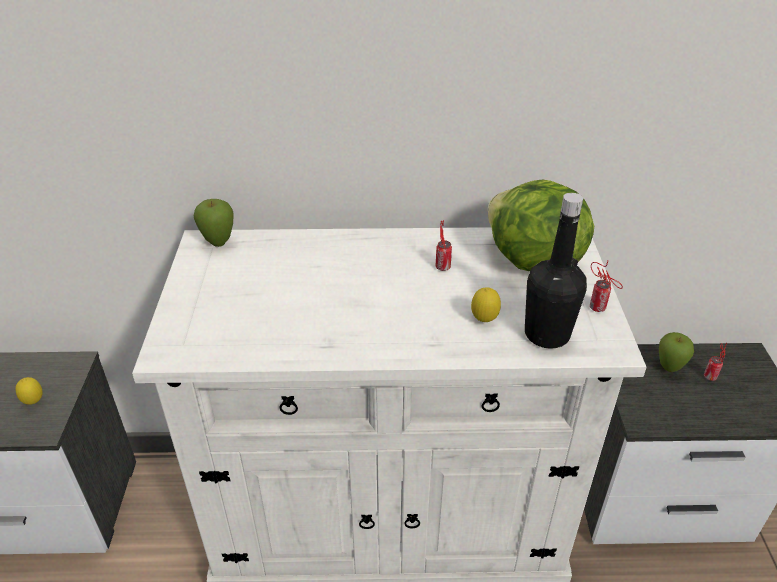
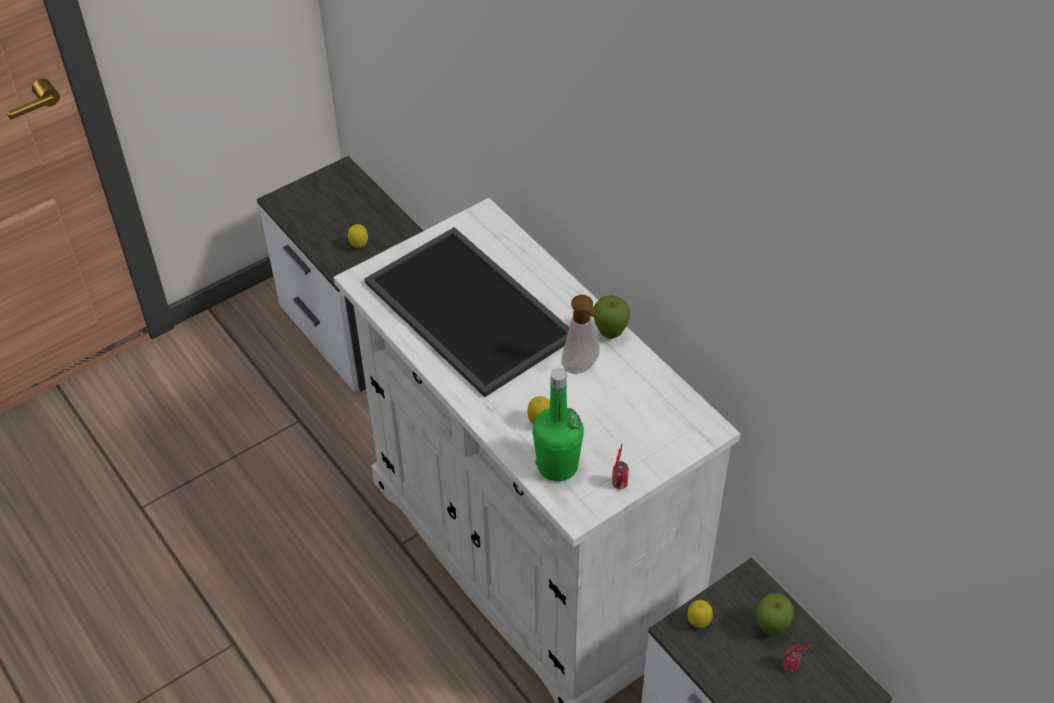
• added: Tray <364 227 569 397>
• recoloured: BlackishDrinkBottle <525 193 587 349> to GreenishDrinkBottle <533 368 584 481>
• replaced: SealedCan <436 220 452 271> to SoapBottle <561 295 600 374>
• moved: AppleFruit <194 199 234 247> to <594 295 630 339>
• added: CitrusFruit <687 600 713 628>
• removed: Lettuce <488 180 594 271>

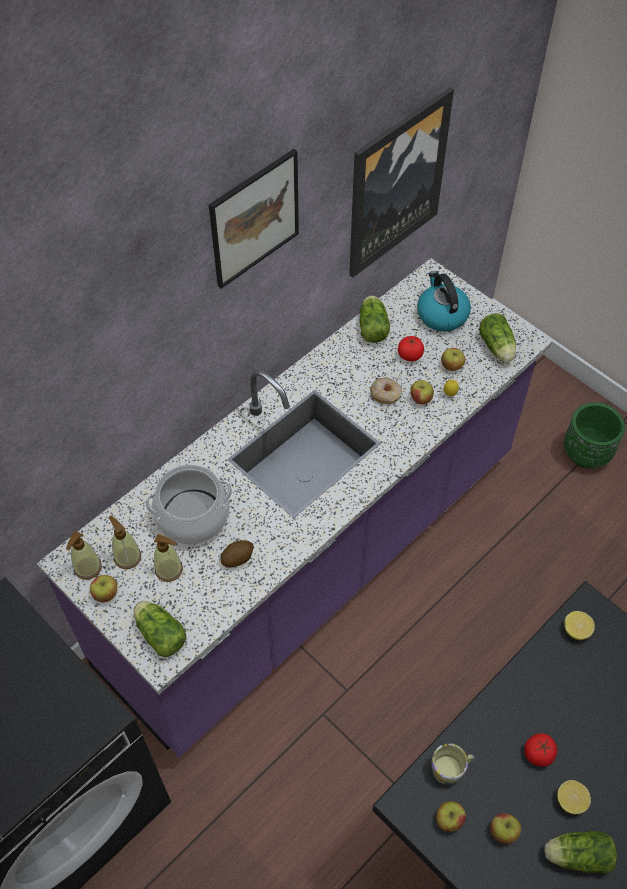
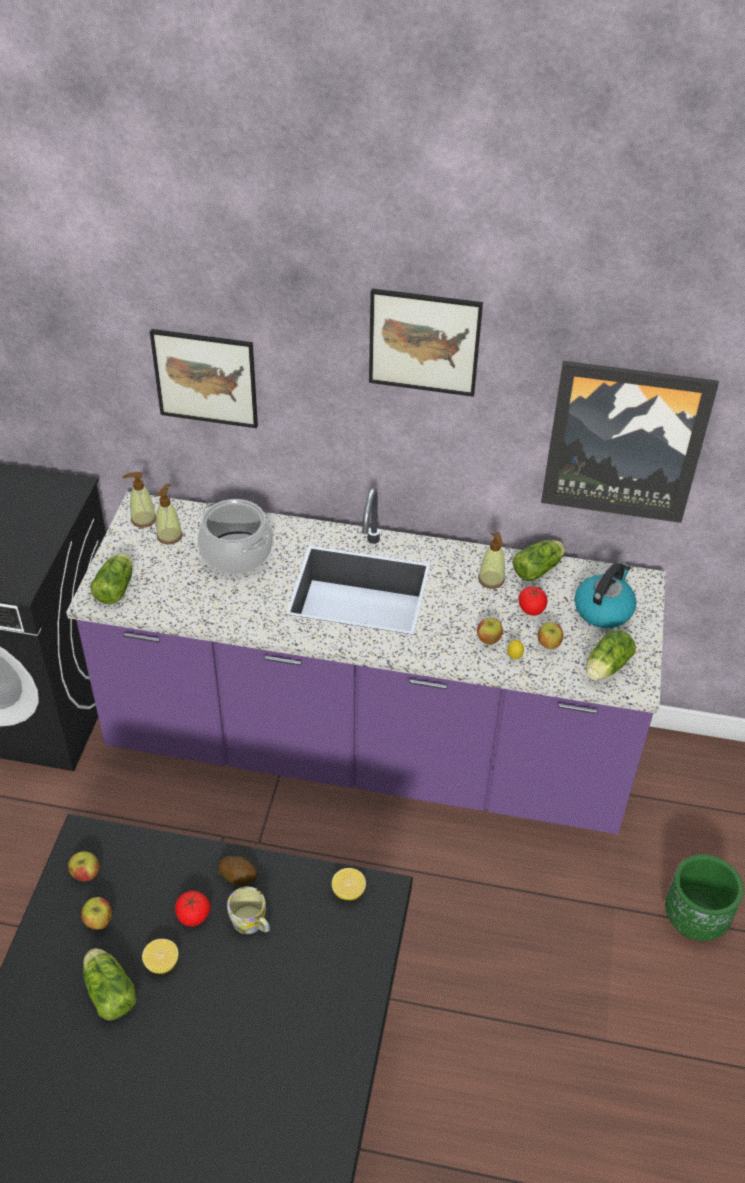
• added: Picture <150 329 258 428>
• moved: WholePotato <220 540 253 568> to <218 856 258 886>
• moved: CoffeeMug <432 743 475 785> to <227 887 270 934>
• moved: SoapBottle <154 534 183 582> to <478 532 505 589>
• removed: AppleFruit <90 575 117 602>
• removed: Donut <370 378 402 404>

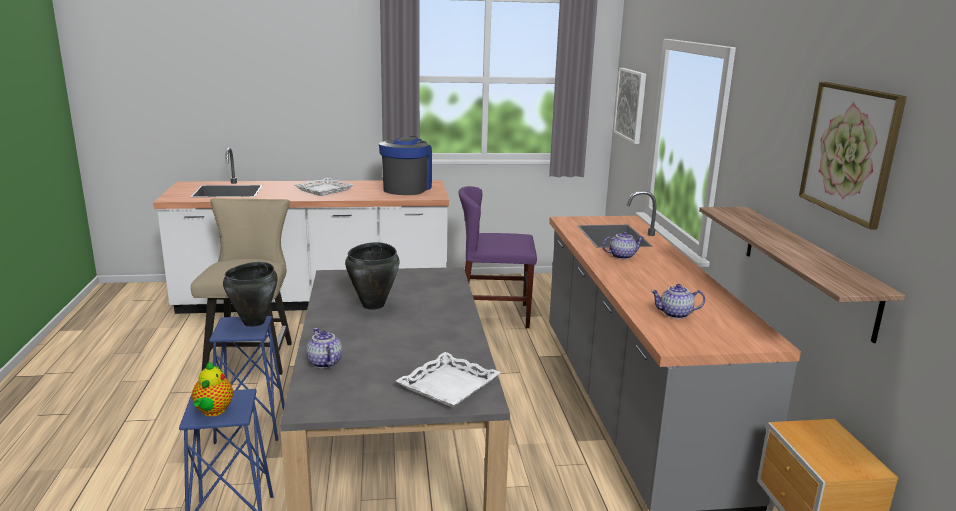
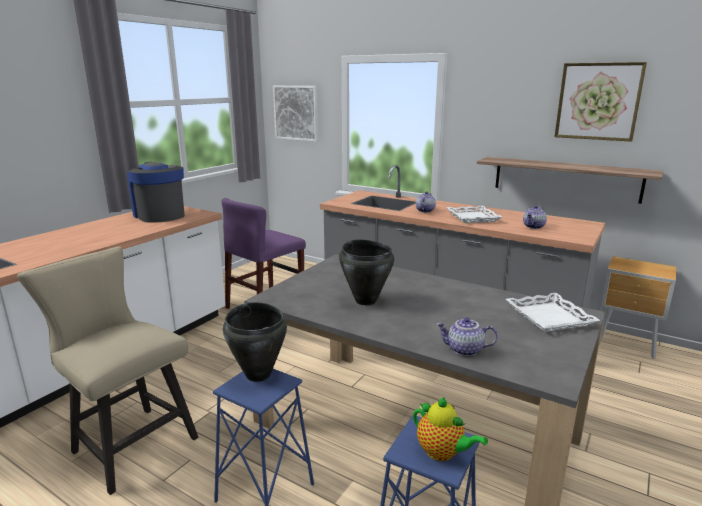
• moved: WhiteColouredTray <295 178 353 196> to <447 206 502 223>

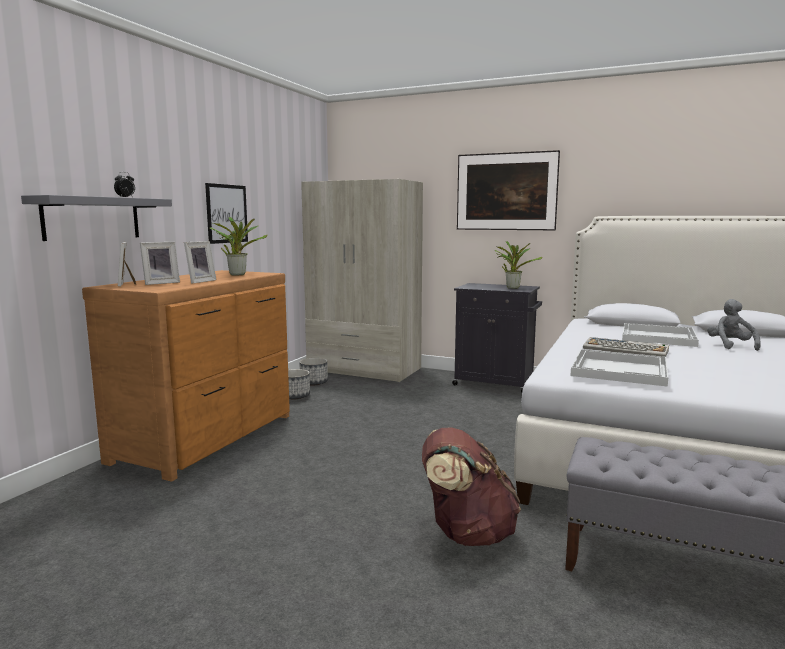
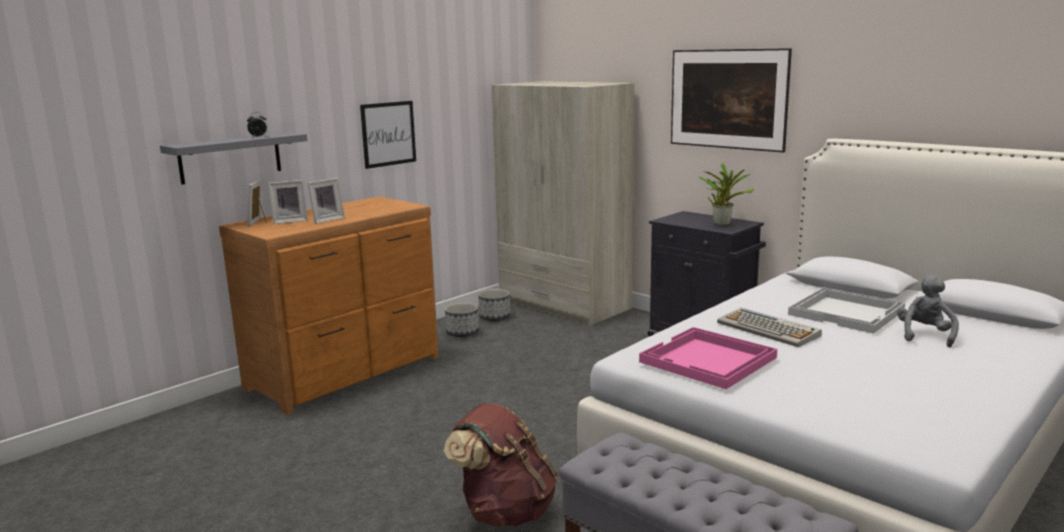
• recoloured: WhiteColouredTray <571 349 668 387> to PinkishTray <639 327 777 389>
• removed: PottedPlant <210 217 268 276>

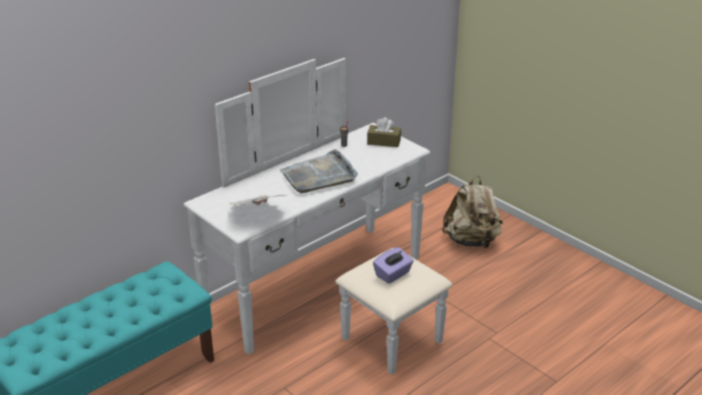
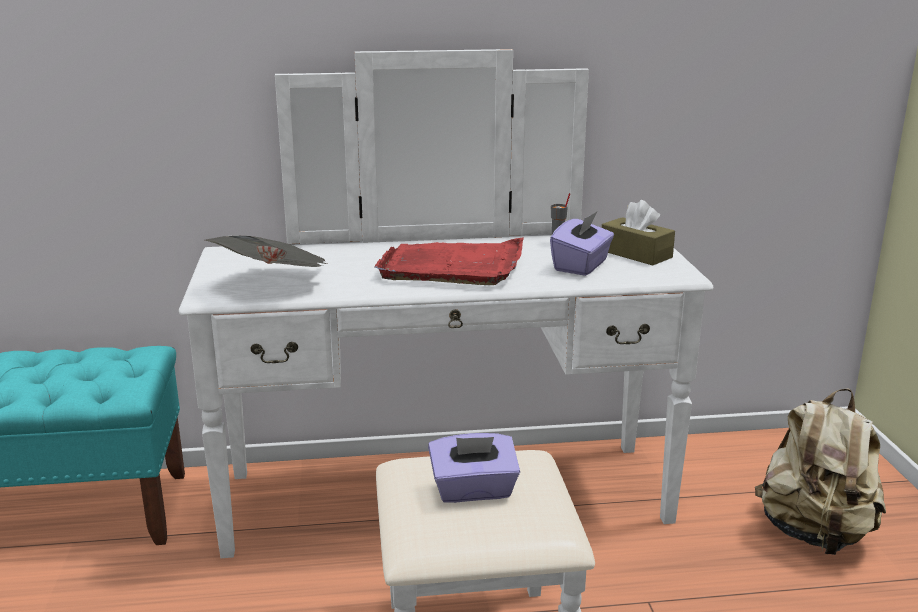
• recoloured: GreyTray <280 149 358 193> to RedTray <374 237 524 285>
• added: PurpleColouredBoxOfTissues <550 211 614 276>

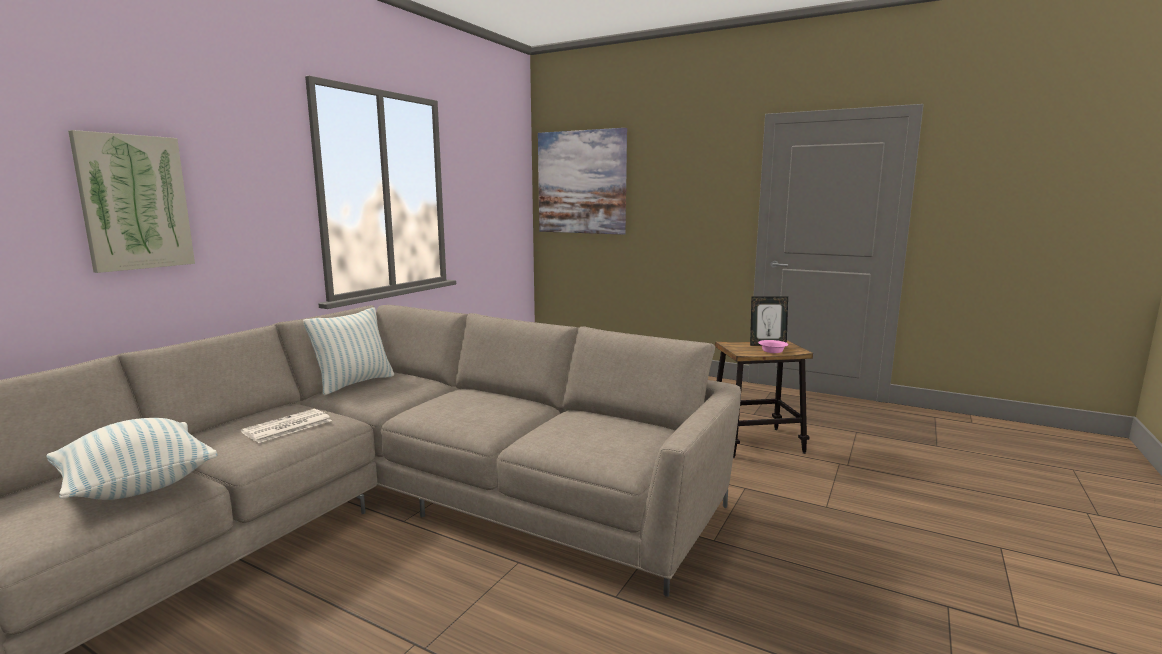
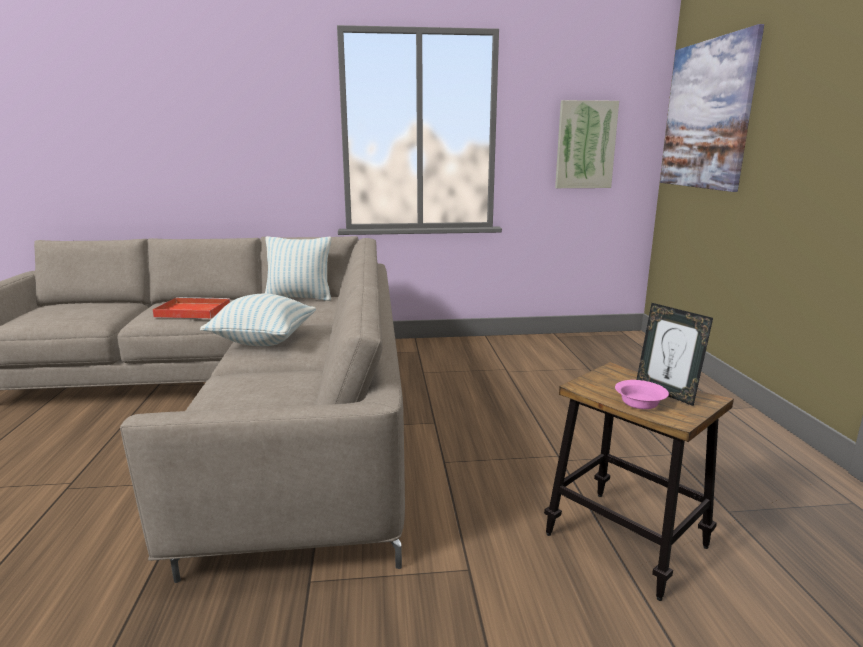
• replaced: Newspaper <241 409 332 443> to RedTray <152 297 230 319>
• moved: Cushion <46 418 218 500> to <200 294 316 346>
• moved: Picture <68 130 195 273> to <555 100 619 188>

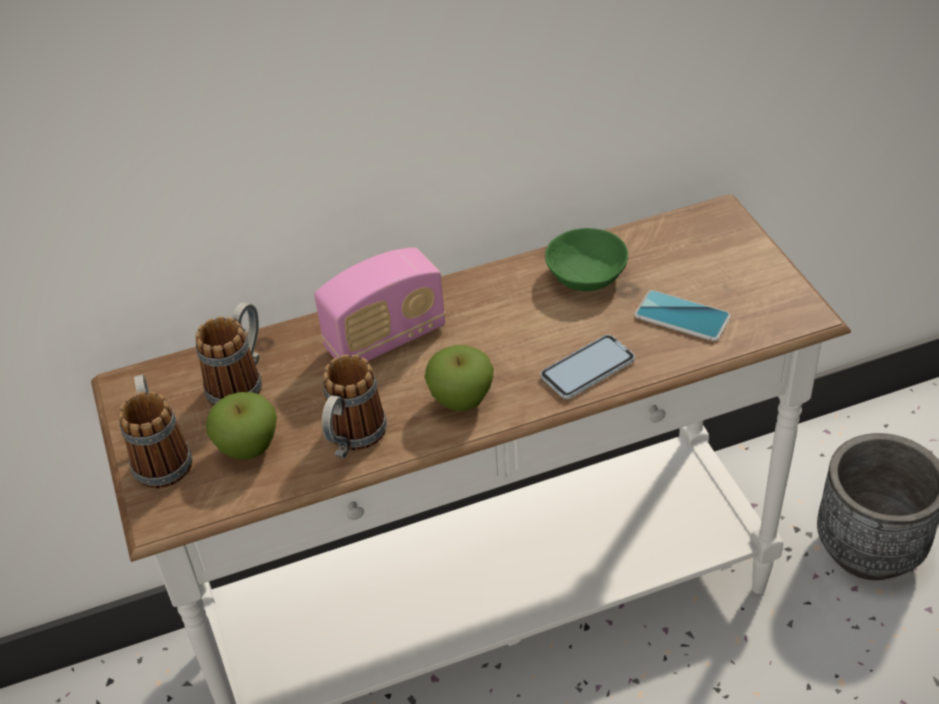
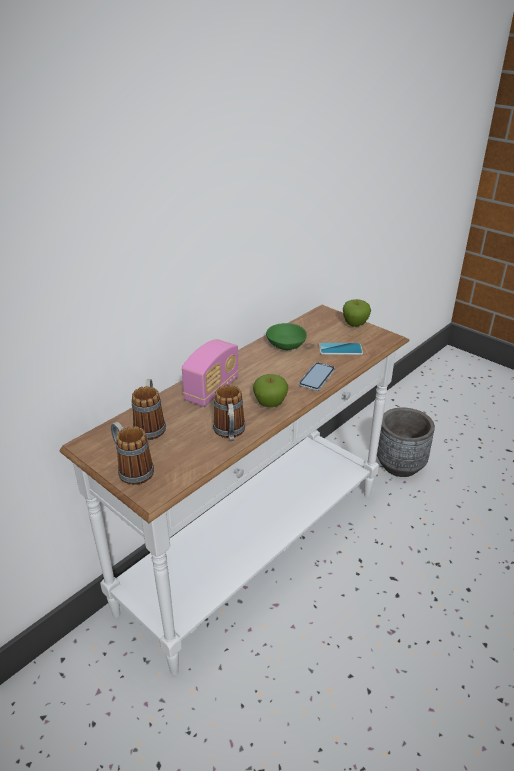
• moved: AppleFruit <206 392 277 459> to <343 299 371 327>

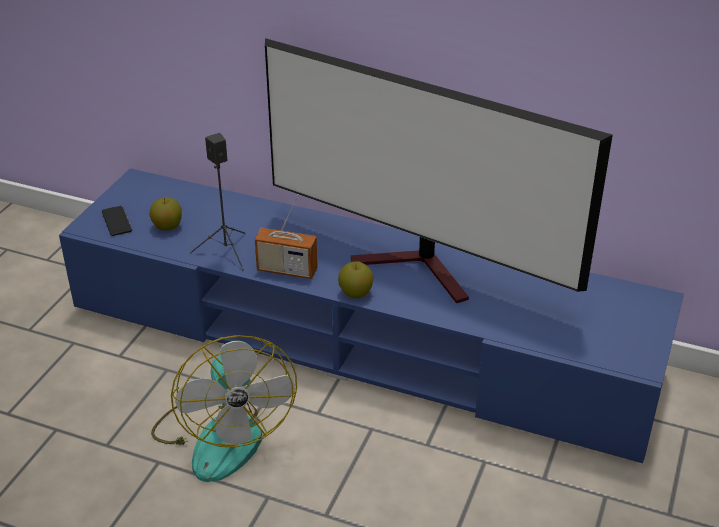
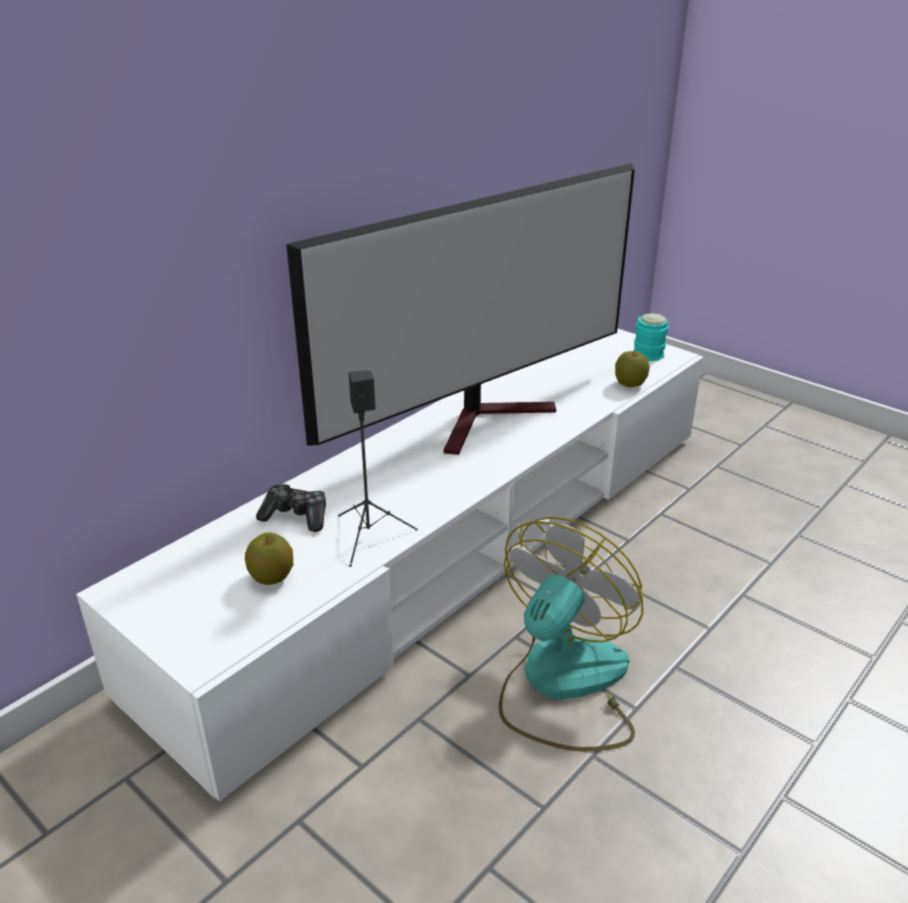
• recoloured: BlueColouredTvUnit <59 168 684 463> to WhiteColouredTvUnit <76 329 703 802>
• added: Gamepad <256 484 326 532>
• turned: CoolingFan <151 335 297 482> = <499 517 643 751> 60 degrees counterclockwise
• moved: AppleFruit <338 261 374 298> to <615 351 650 387>
• added: TurquoiseCoffeeMug <633 313 668 361>
• removed: Handset <102 206 132 236>
• removed: RadioSet <255 194 317 279>

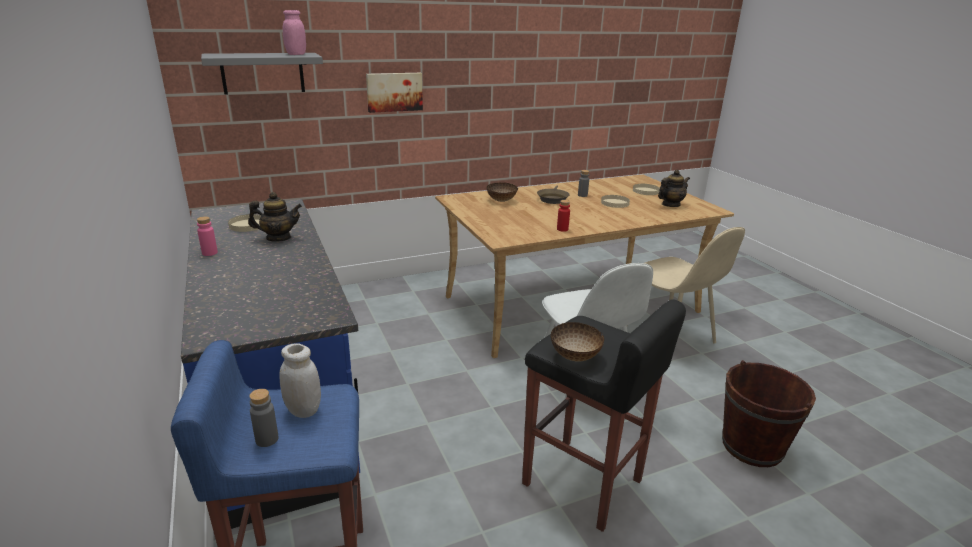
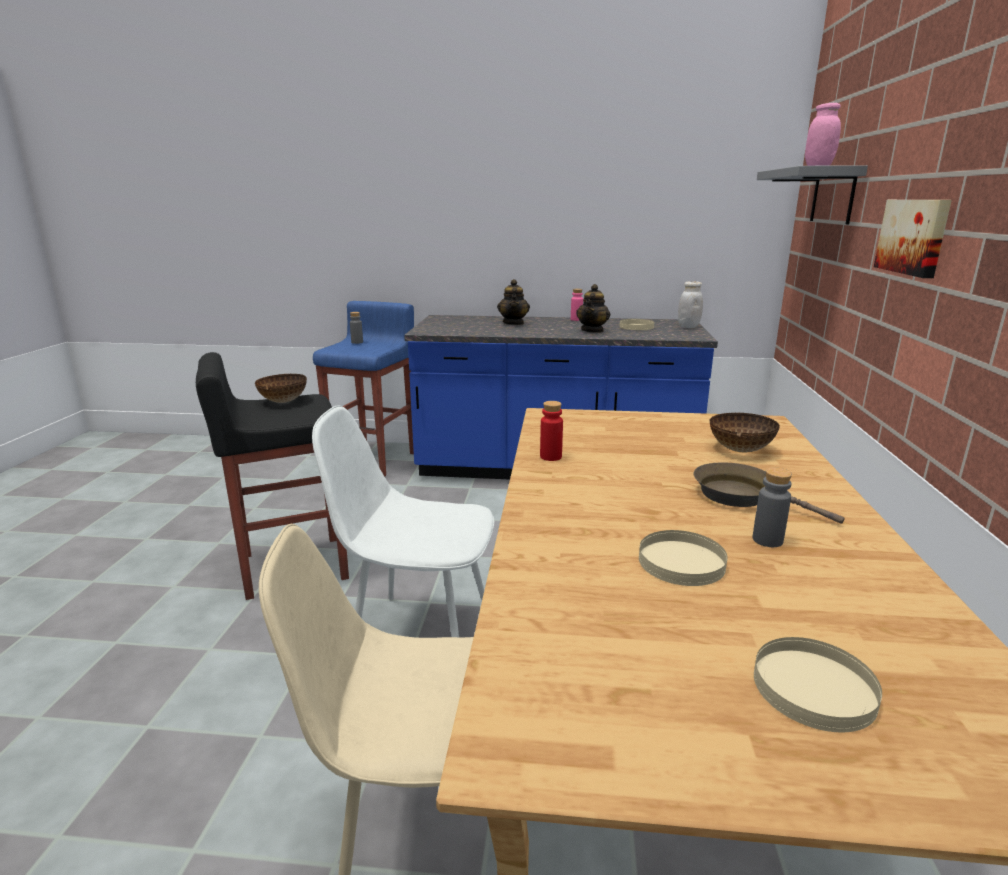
• moved: Teapot <658 170 690 207> to <497 279 530 325>
• moved: WhiteColouredStorageJar <279 343 321 418> to <678 281 703 328>
• removed: BrownColouredPail <722 360 816 467>

